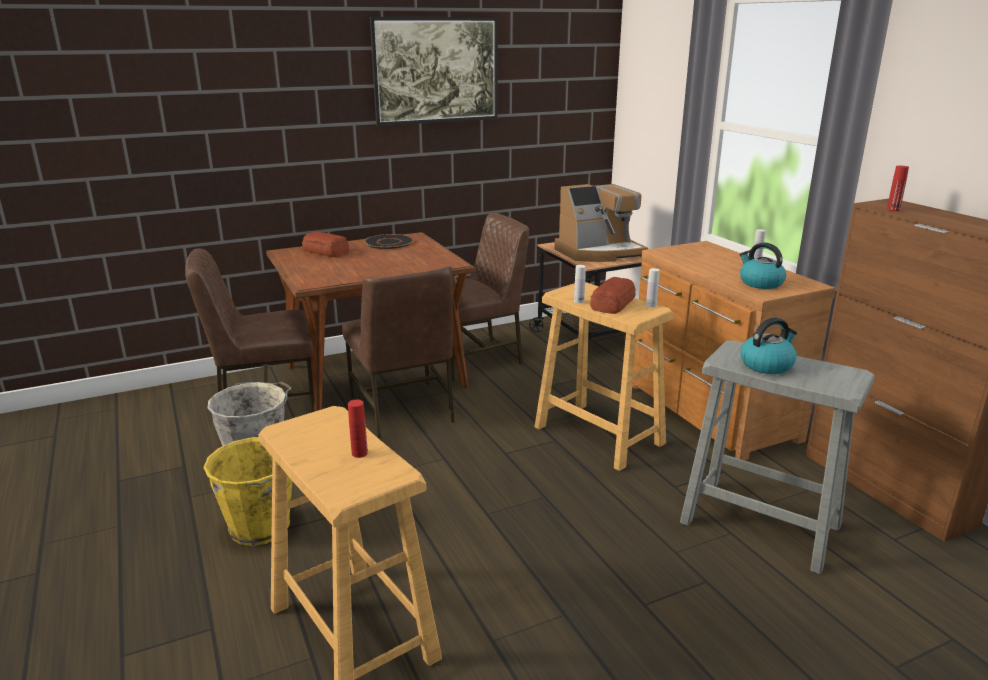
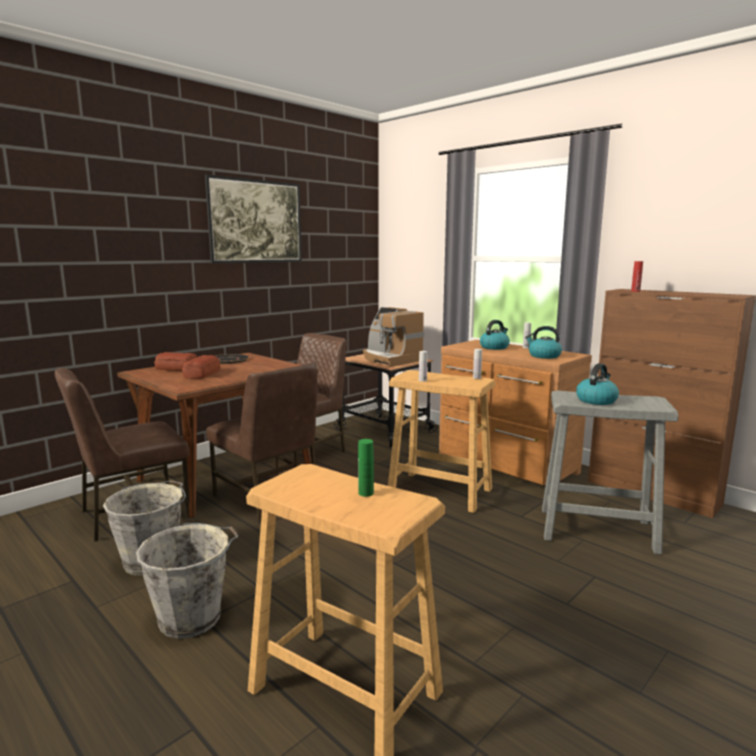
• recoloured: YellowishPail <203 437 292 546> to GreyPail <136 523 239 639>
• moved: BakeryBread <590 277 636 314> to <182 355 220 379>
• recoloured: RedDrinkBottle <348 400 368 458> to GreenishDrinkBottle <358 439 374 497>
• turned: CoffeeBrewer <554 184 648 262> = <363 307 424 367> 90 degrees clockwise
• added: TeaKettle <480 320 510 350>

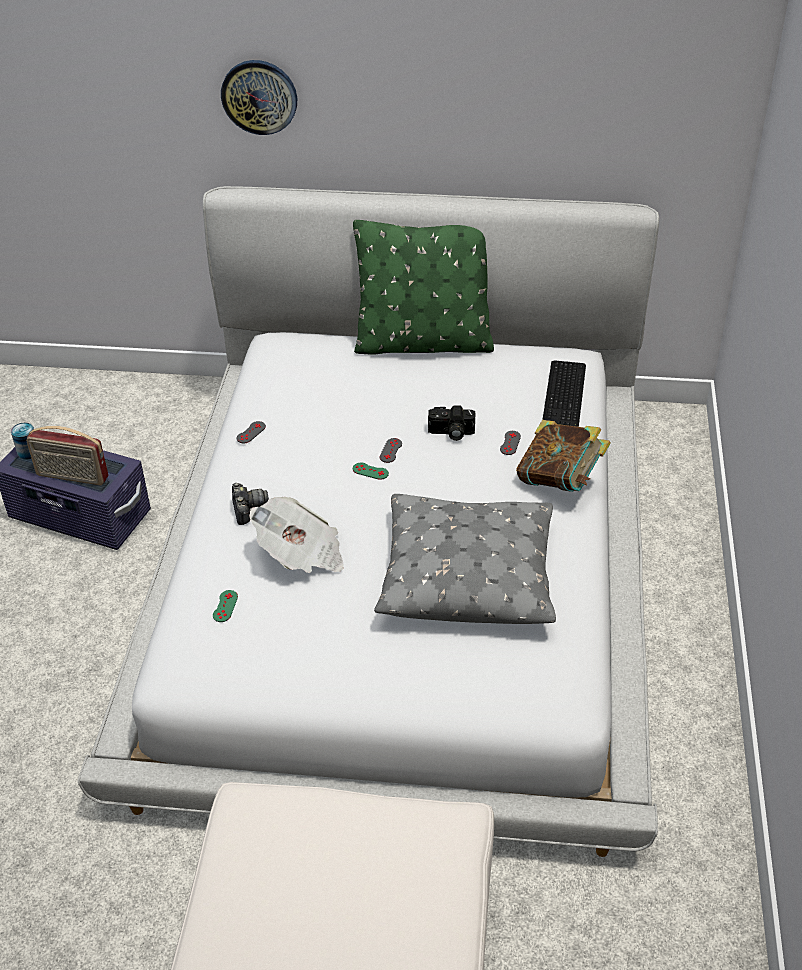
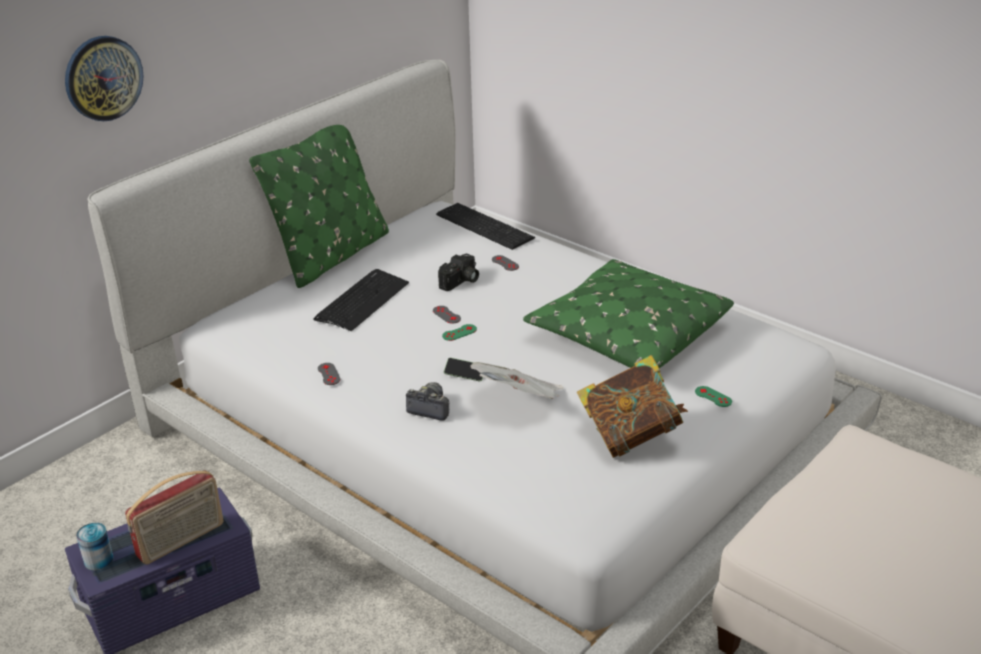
• added: ComputerKeyboard <313 269 409 331>
• added: Handset <444 358 483 382>
• recoloured: GreyCushion <374 494 556 624> to GreenishCushion <523 259 734 368>
• moved: Volume <516 420 611 492> to <577 355 688 458>
• moved: GreenishGamepad <213 590 238 622> to <695 386 732 407>

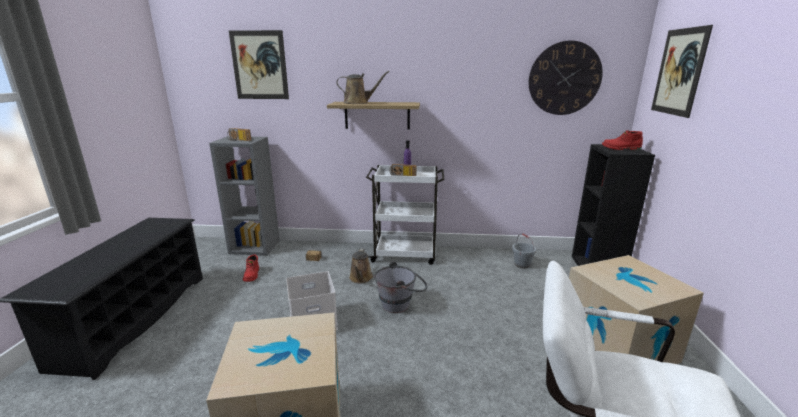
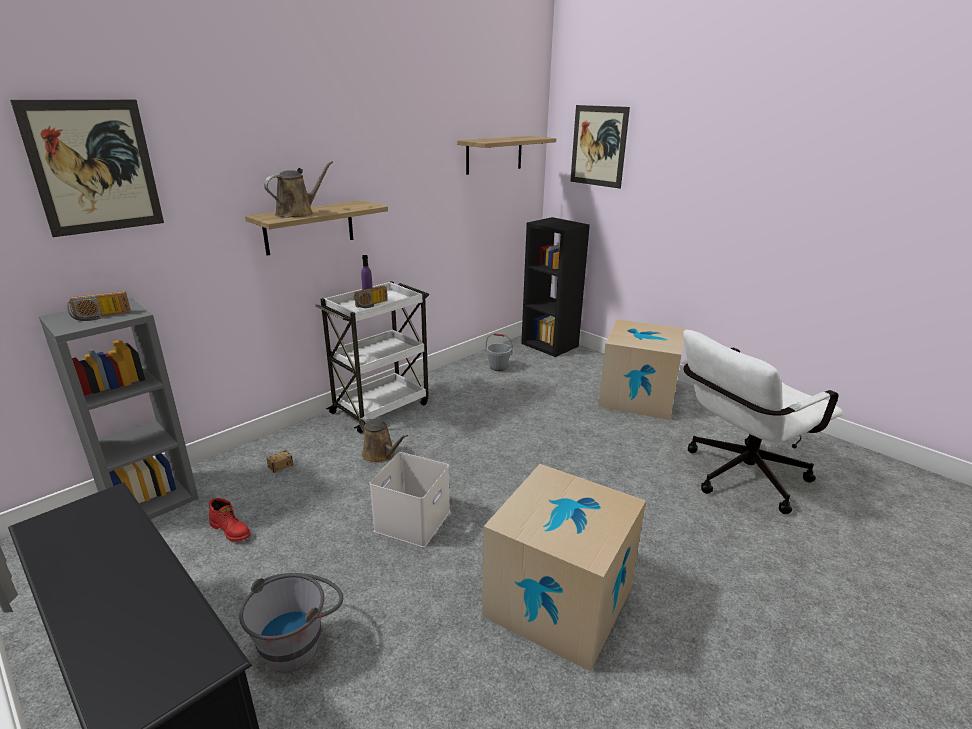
• moved: GreyPail <374 261 427 313> to <239 573 343 672>
• replaced: ClockOnTheWall <529 40 603 115> to WallShelf <457 136 556 175>
• removed: RedHighTopBoot <602 131 643 150>

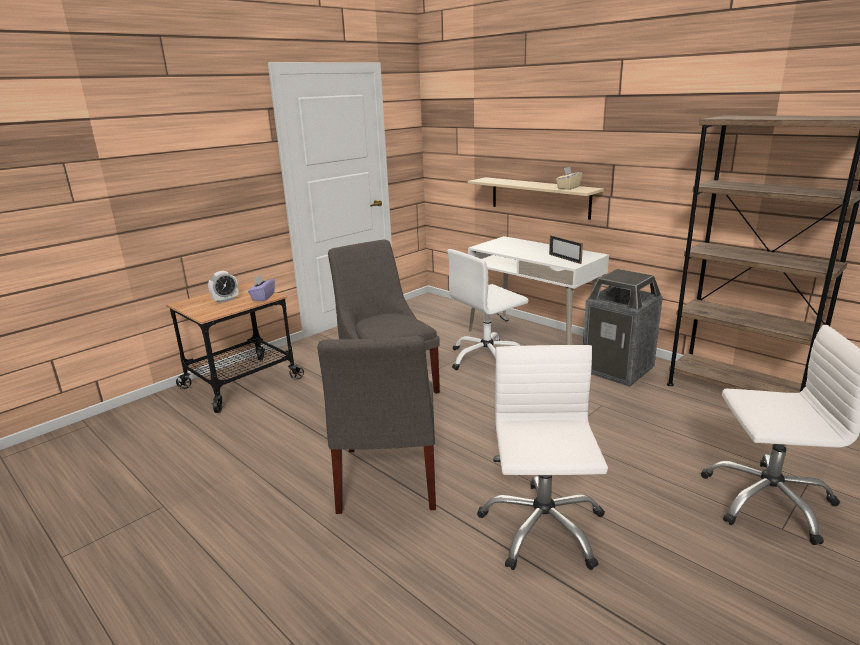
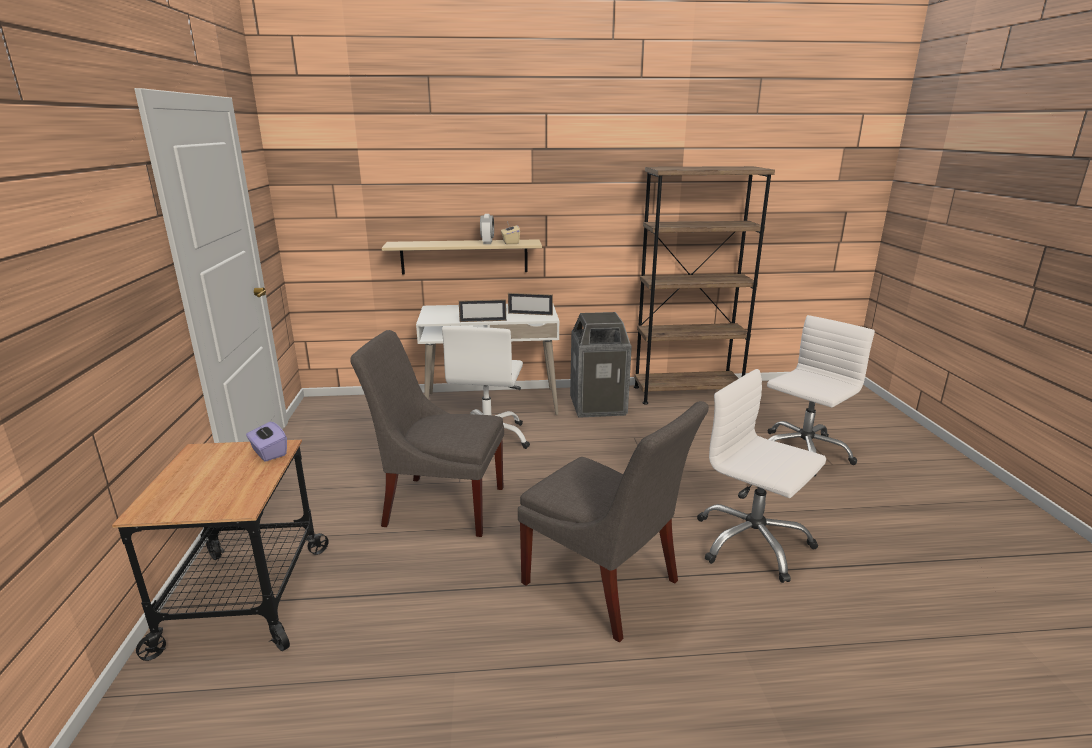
• added: PhotoFrame <459 299 506 322>
• moved: TableClock <208 271 238 303> to <480 214 494 244>

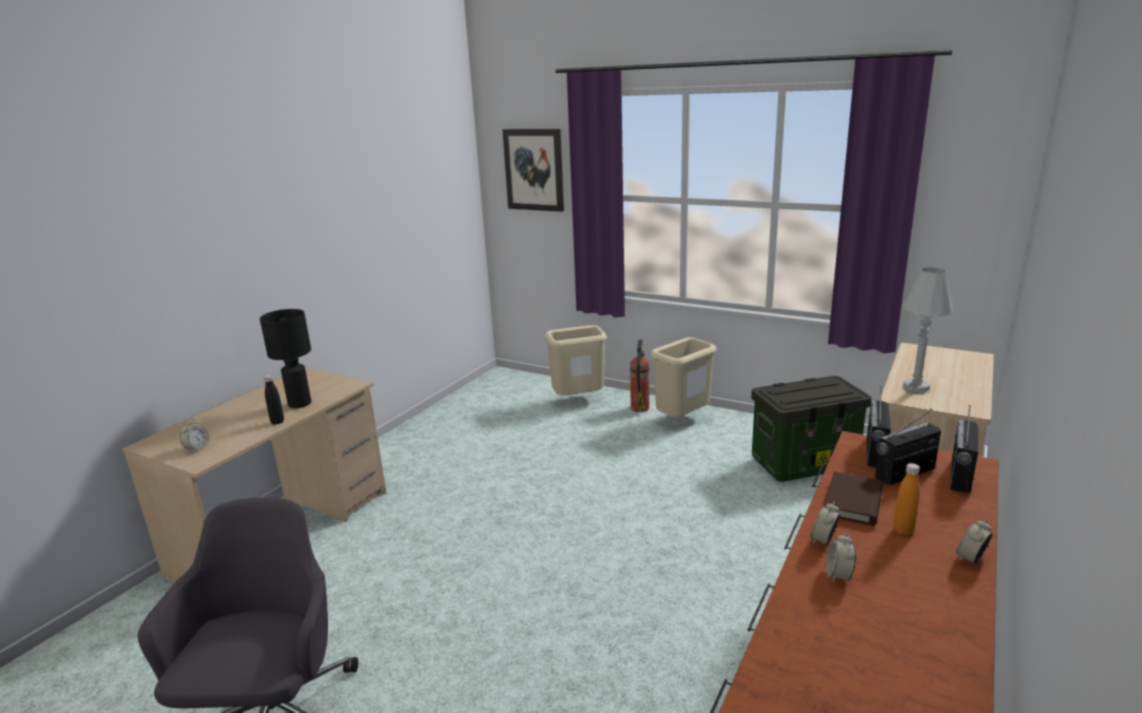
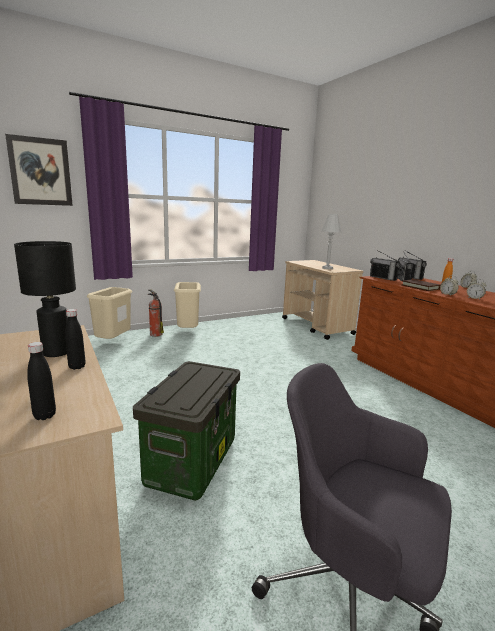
• replaced: TableClock <180 418 209 453> to BlackishDrinkBottle <27 342 56 420>
• moved: StorageContainer <751 376 872 482> to <133 361 240 501>

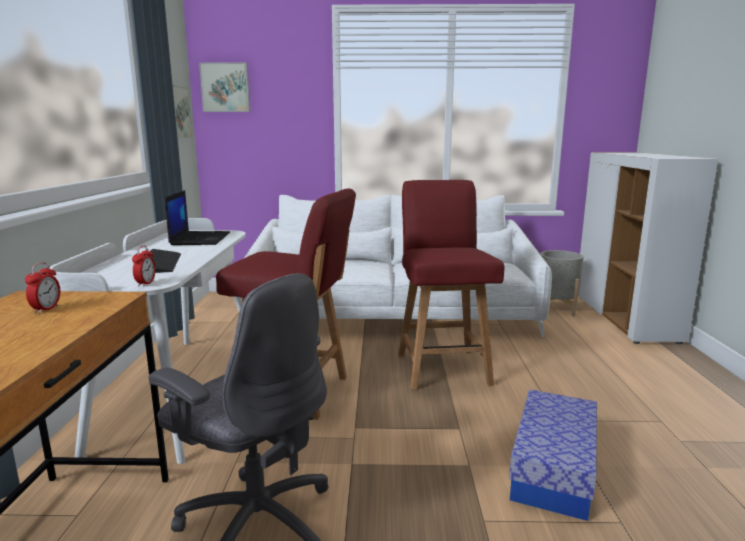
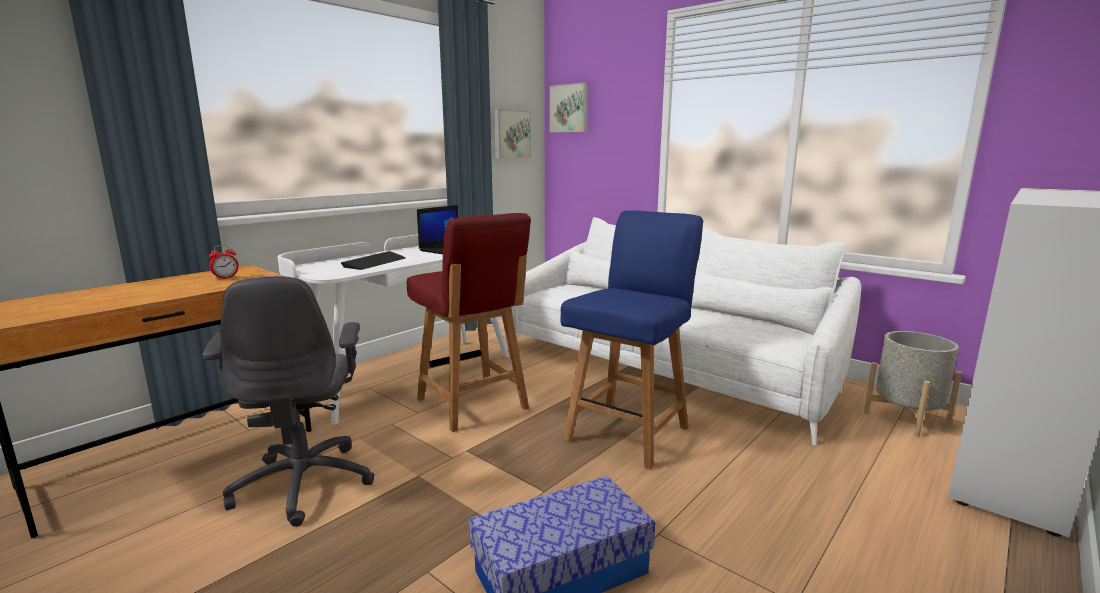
• recoloured: RedPlainChair <398 180 504 390> to BlueColouredPlainChair <561 210 703 470>
• removed: TableClock <132 245 156 287>

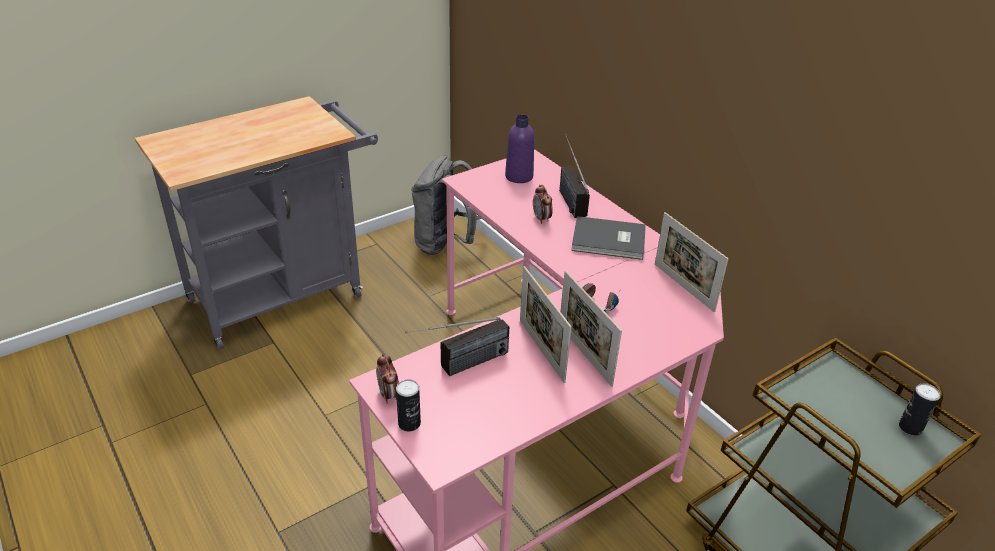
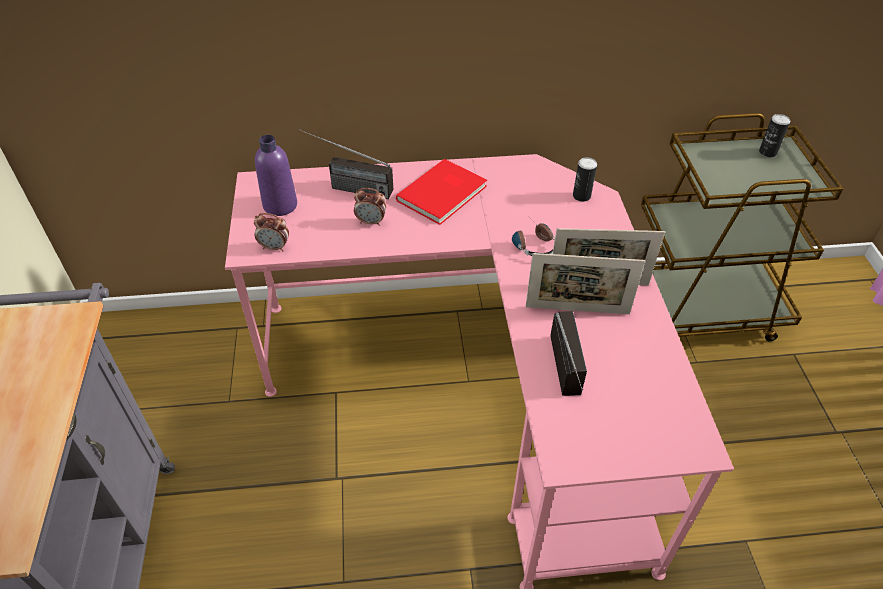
• moved: TableClock <376 353 399 404> to <254 213 289 251>
• recoloured: GreyVolume <571 216 646 260> to RedVolume <396 159 487 225>
• moved: SealedCan <396 379 421 432> to <573 157 597 202>
• removed: GreyRucksack <411 155 483 255>
• removed: PhotoFrame <655 212 729 312>

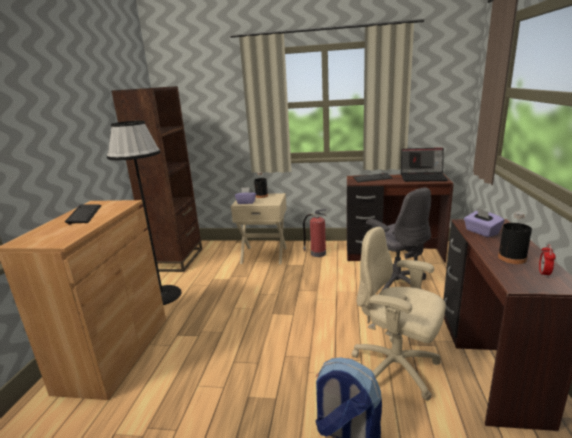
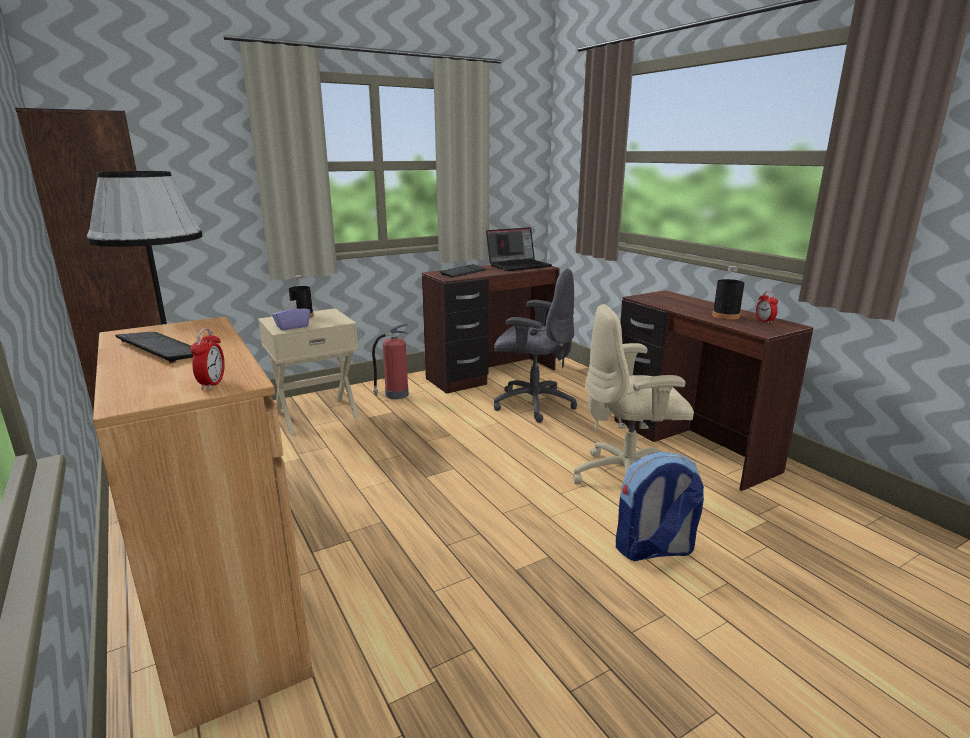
• added: TableClock <190 328 225 390>
• removed: PurpleColouredBoxOfTissues <464 208 505 237>

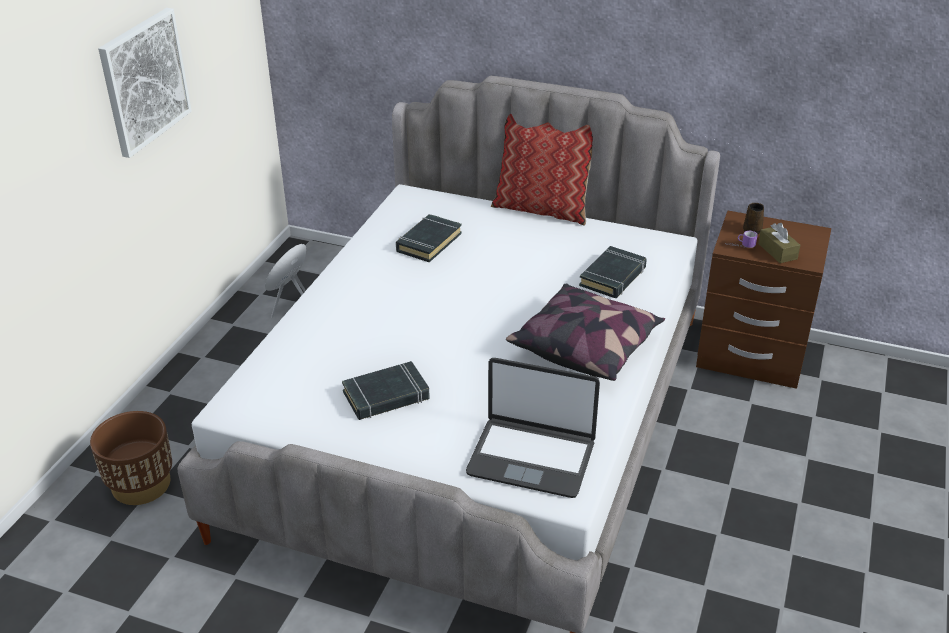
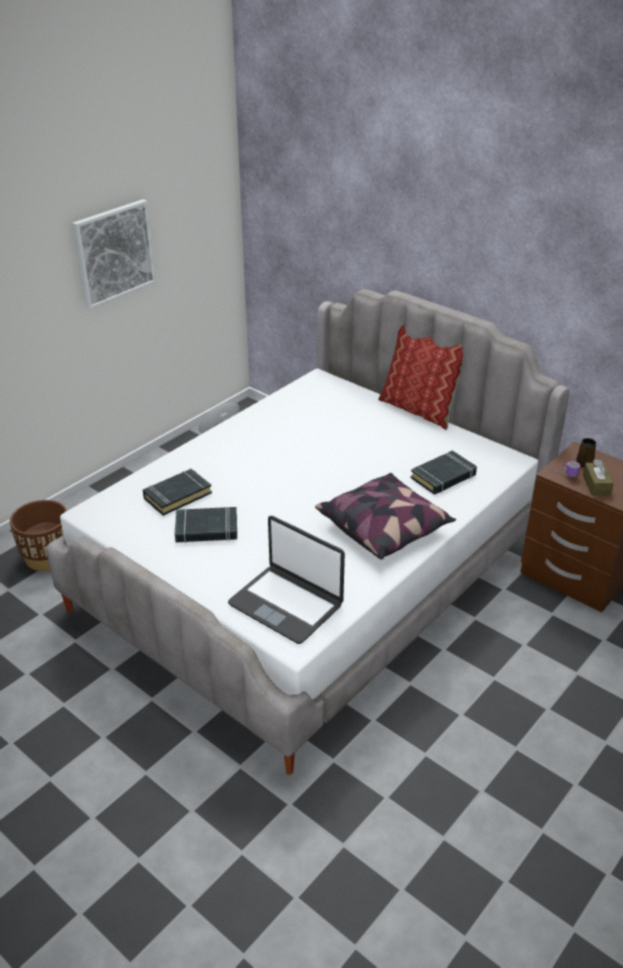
• moved: BlackishVolume <396 214 462 262> to <143 469 212 516>

